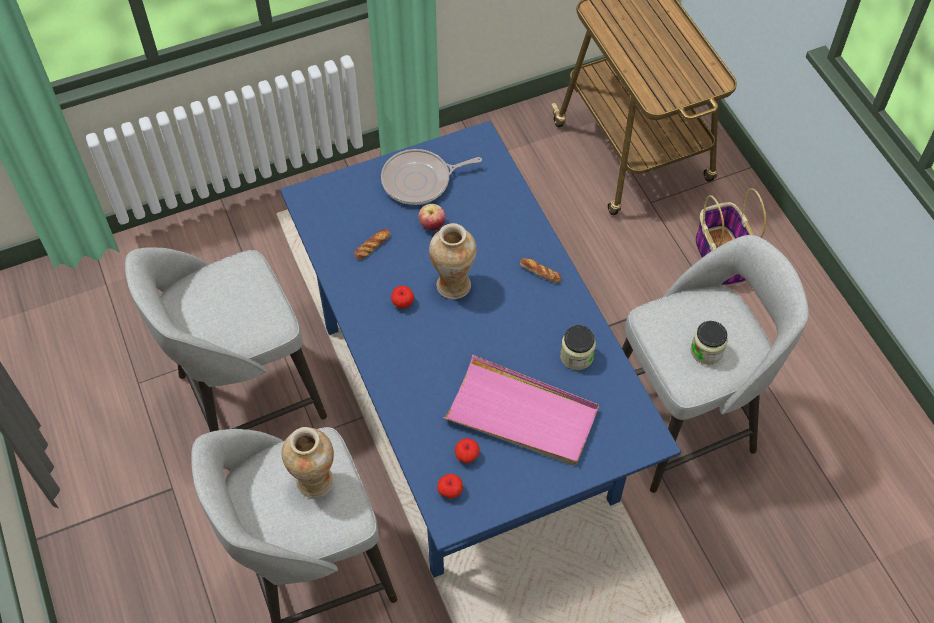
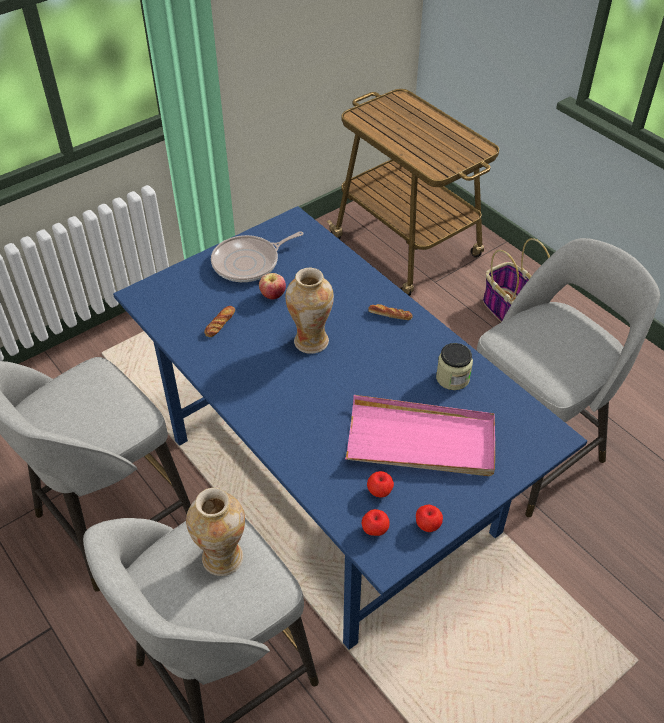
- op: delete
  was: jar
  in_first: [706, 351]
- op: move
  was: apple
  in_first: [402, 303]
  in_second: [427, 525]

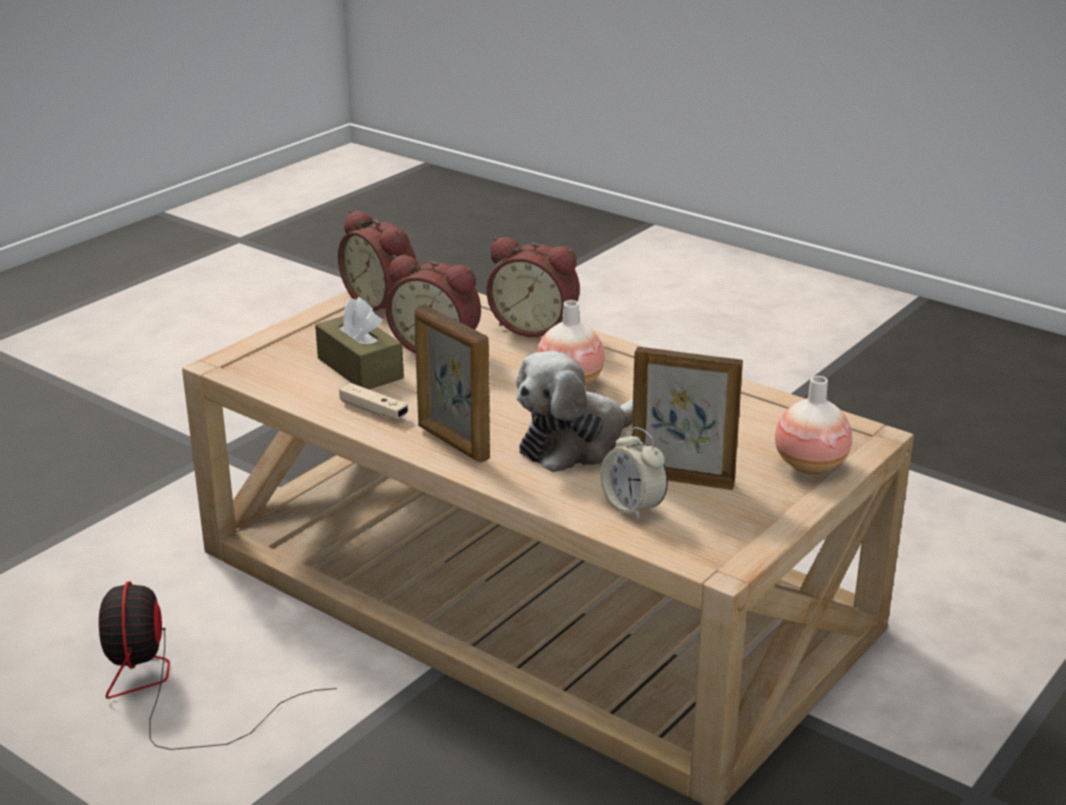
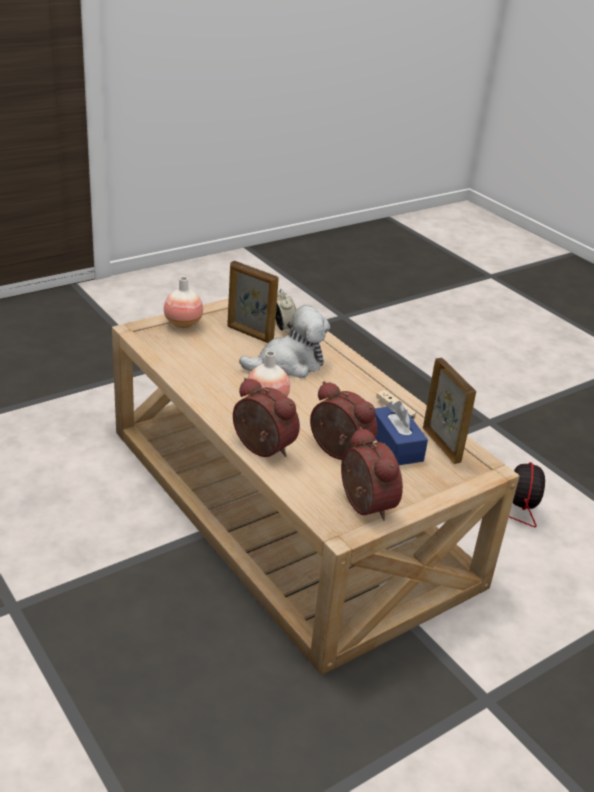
- op: move
  was: picture_frame
  in_first: [452, 443]
  in_second: [442, 445]
- op: recolor
  was: brown_tissue_box
  now: blue_tissue_box
  in_first: [360, 368]
  in_second: [396, 445]

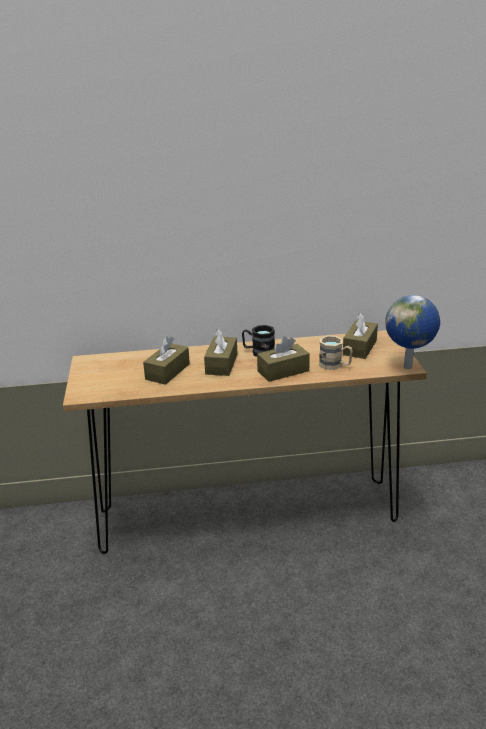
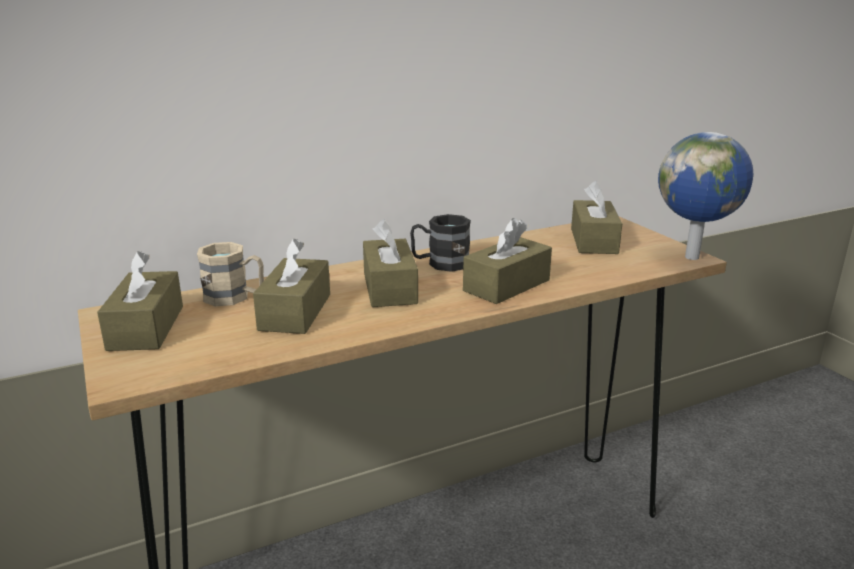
- op: insert
  now: brown_tissue_box
  in_second: [146, 327]
- op: move
  was: beige_mug
  in_first: [335, 365]
  in_second: [235, 297]

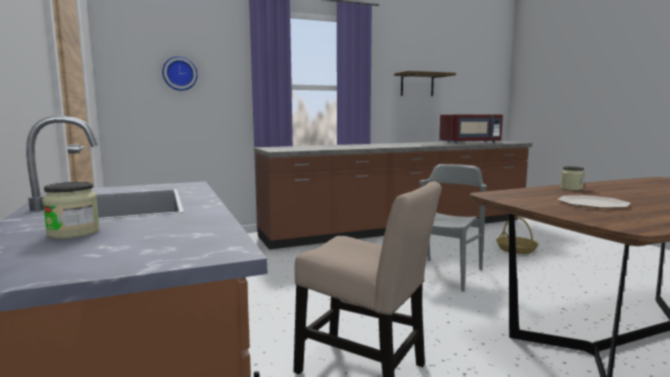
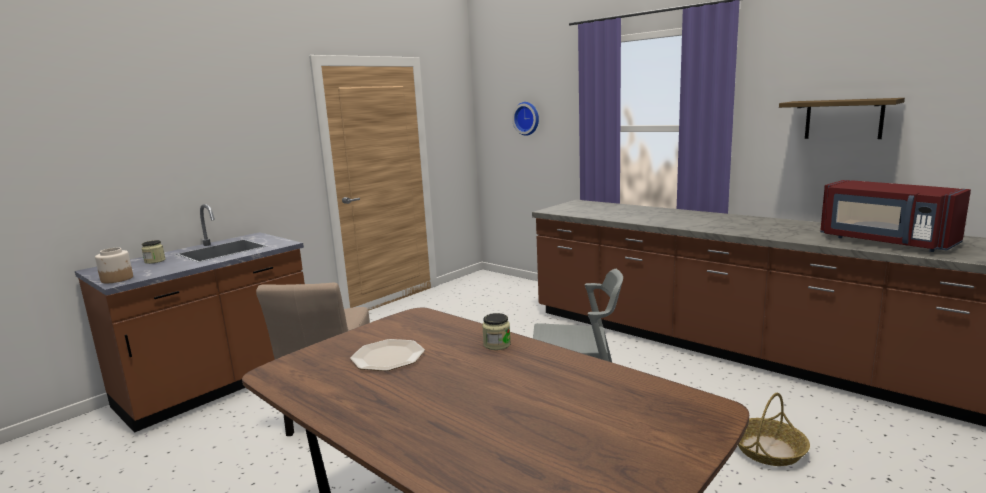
- op: insert
  now: jar
  in_second: [117, 279]

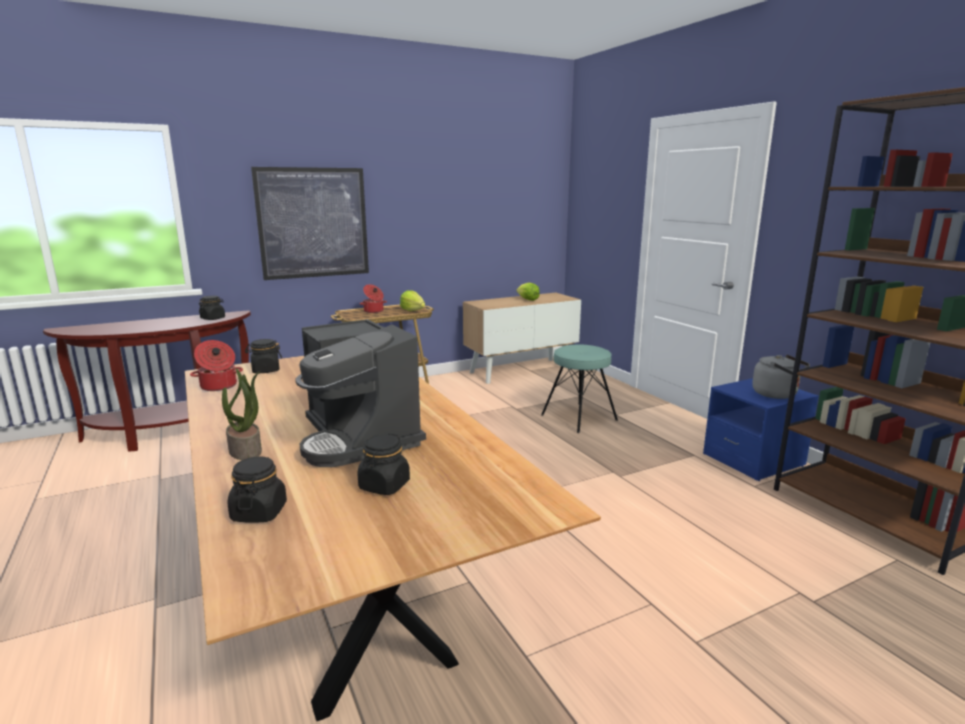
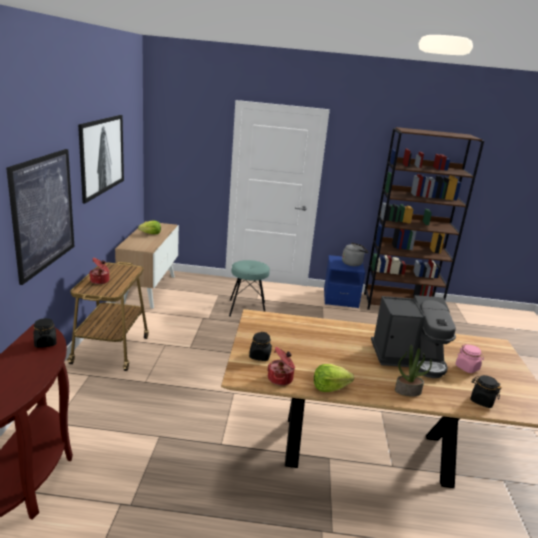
- op: insert
  now: picture
  in_second: [102, 155]
- op: move
  was: lettuce
  in_first: [413, 310]
  in_second: [329, 388]
- op: recolor
  was: black_jar
  now: pink_jar
  in_first: [384, 486]
  in_second: [467, 368]

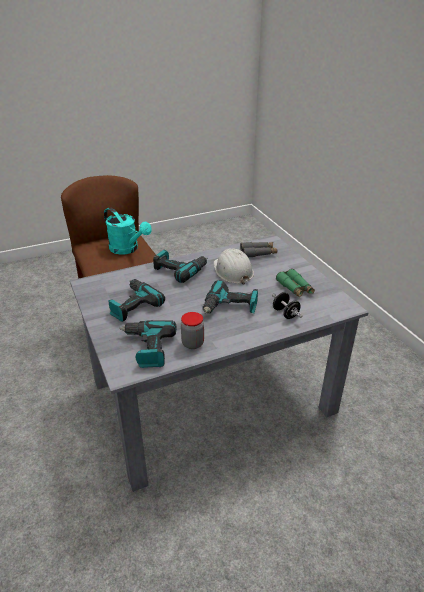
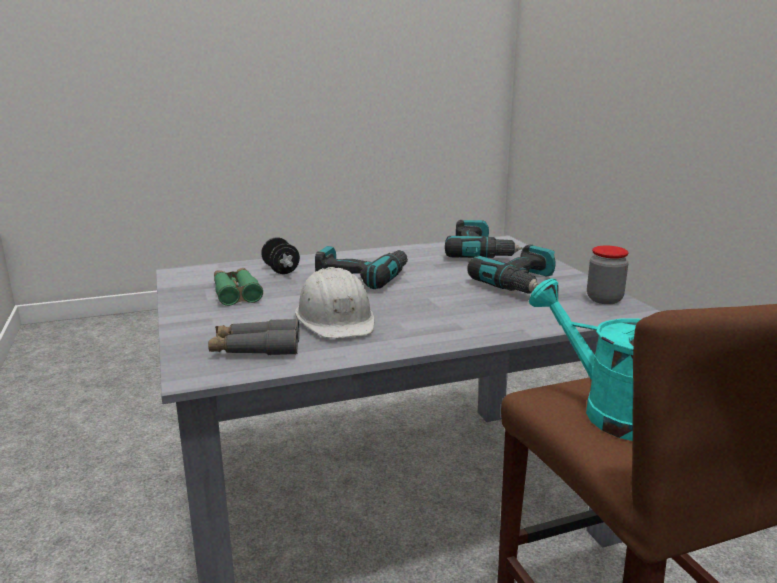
- op: delete
  was: power_drill
  in_first: [180, 270]
- op: move
  was: jar
  in_first: [192, 343]
  in_second: [604, 299]

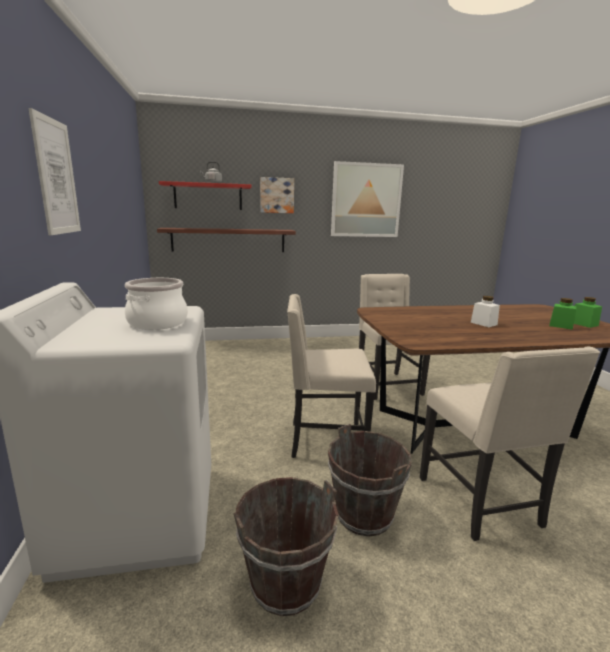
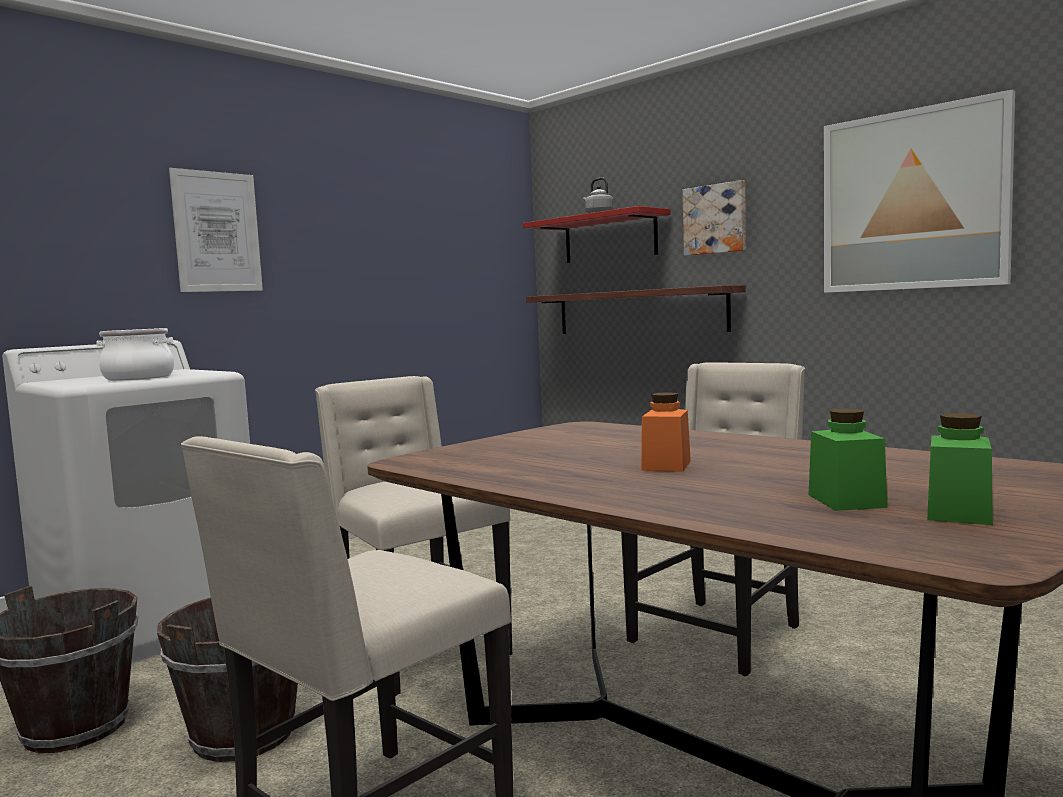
- op: recolor
  was: white_jar
  now: orange_jar
  in_first: [483, 323]
  in_second: [666, 465]

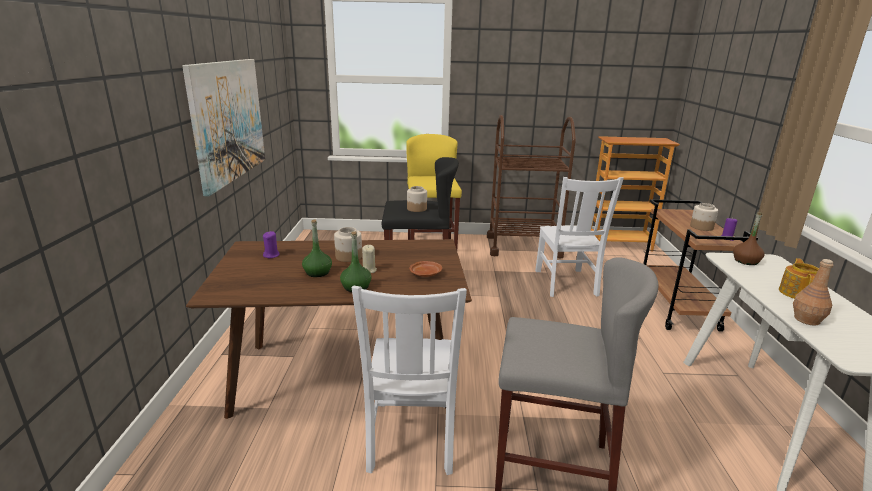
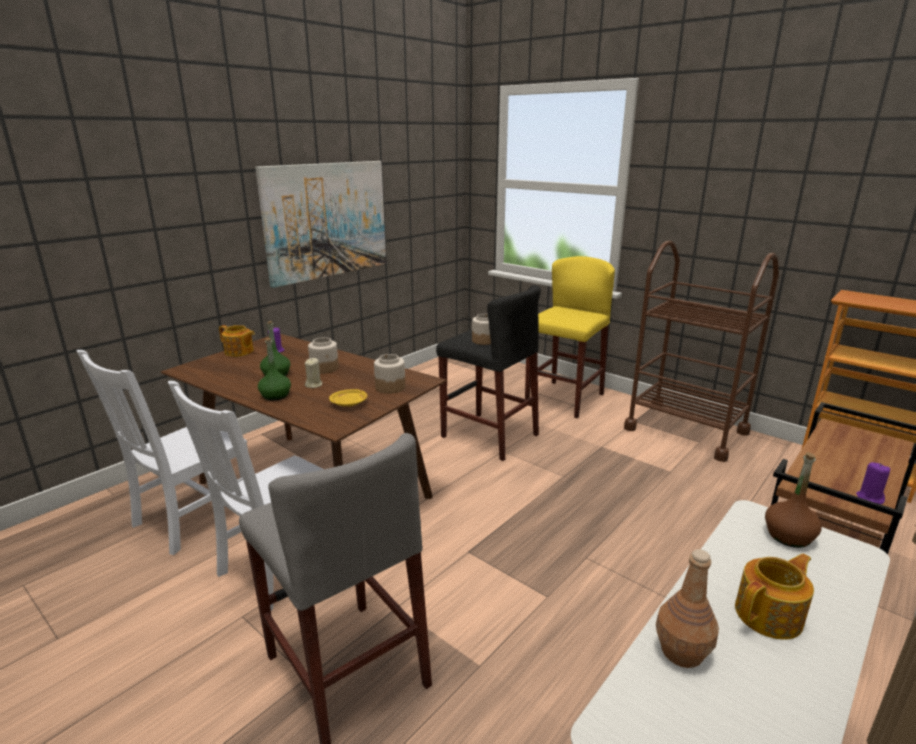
- op: insert
  now: teapot
  in_second: [239, 352]
- op: move
  was: white_chair
  in_first: [566, 284]
  in_second: [191, 518]
- op: move
  was: jar
  in_first: [701, 227]
  in_second: [390, 387]
- op: recolor
  was: brown_plate
  now: yellow_plate
  in_first: [426, 274]
  in_second: [349, 403]

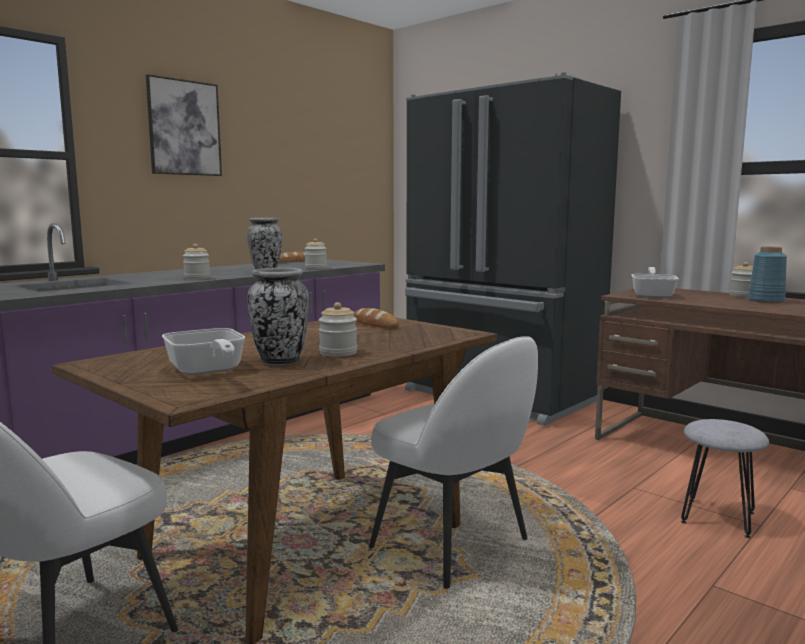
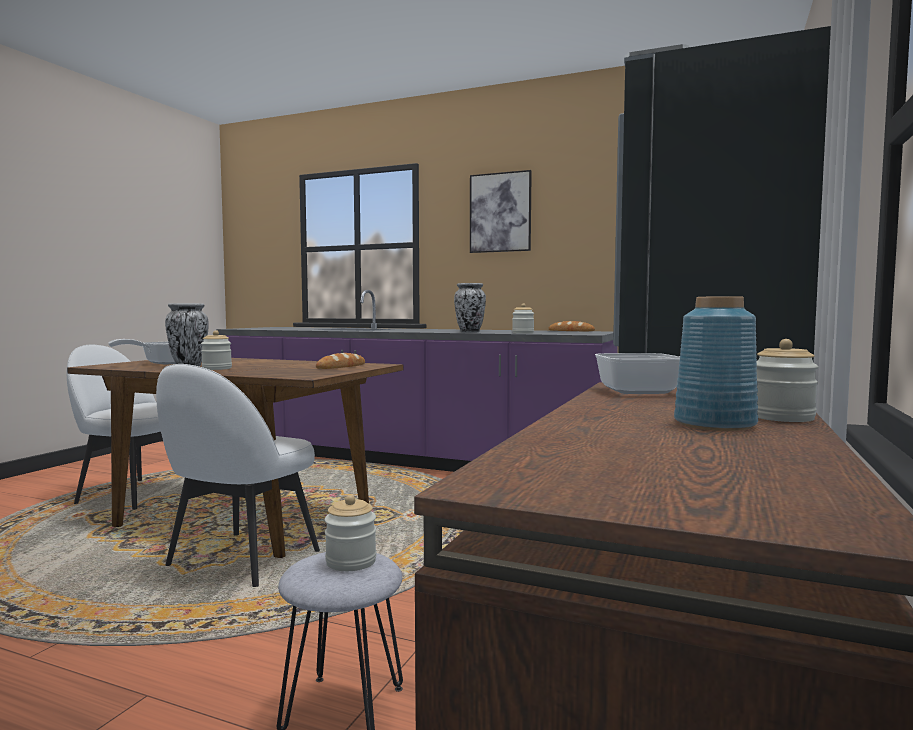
- op: move
  was: jar
  in_first: [197, 278]
  in_second: [351, 562]

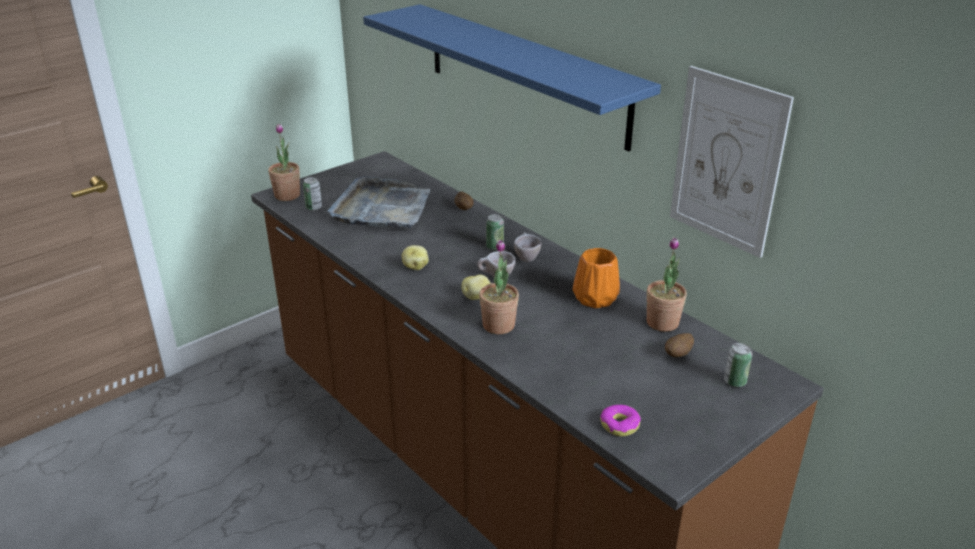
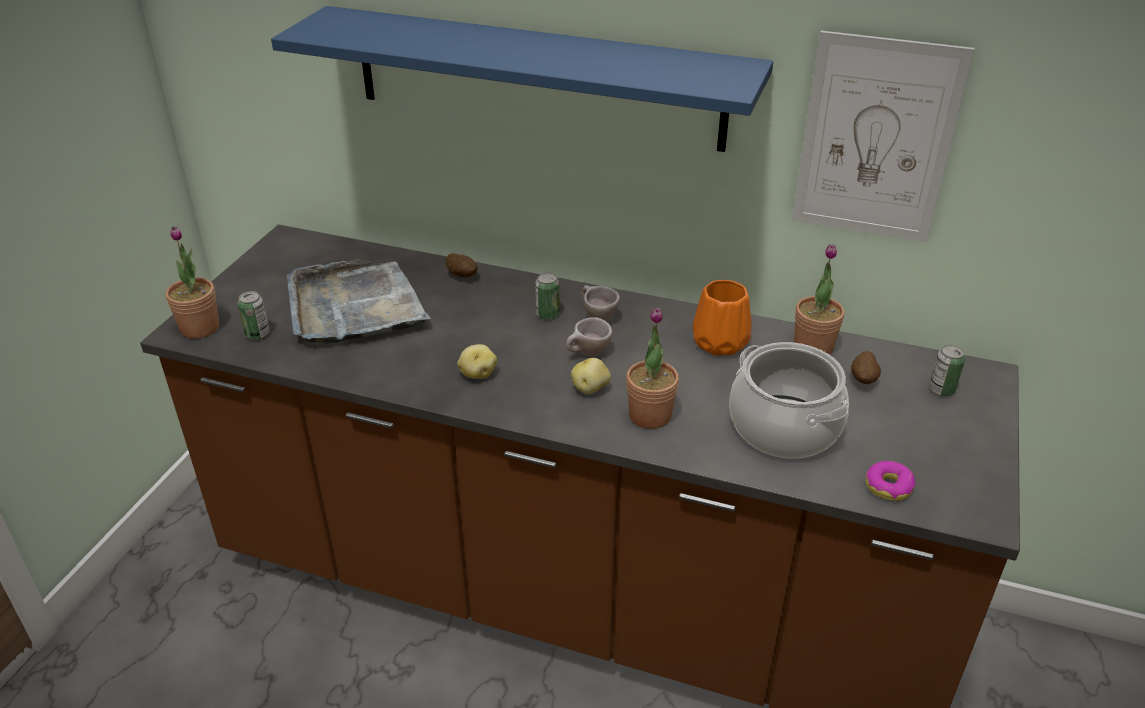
- op: insert
  now: cooking_pot
  in_second: [783, 427]

